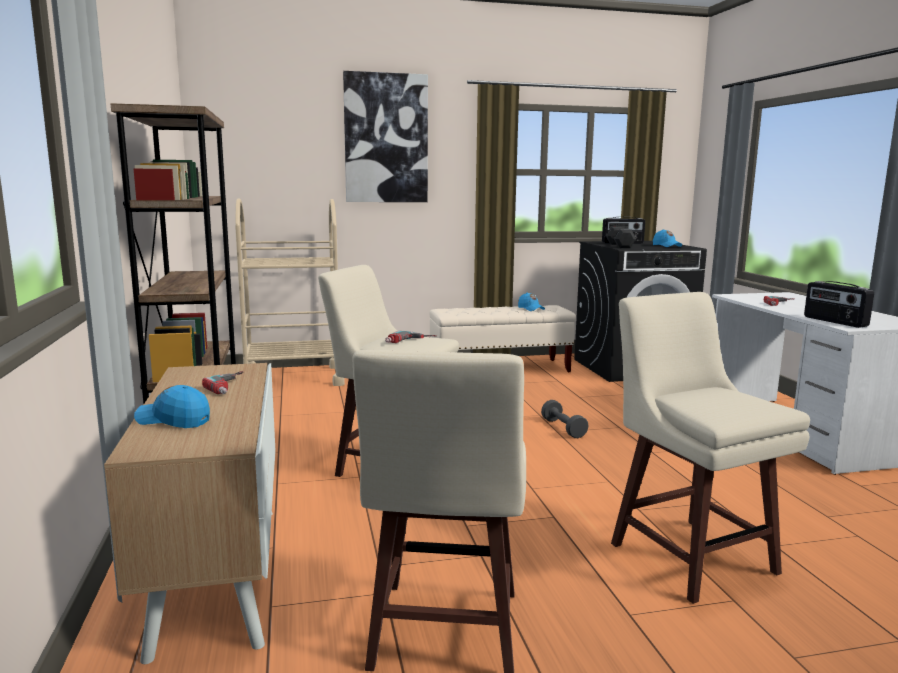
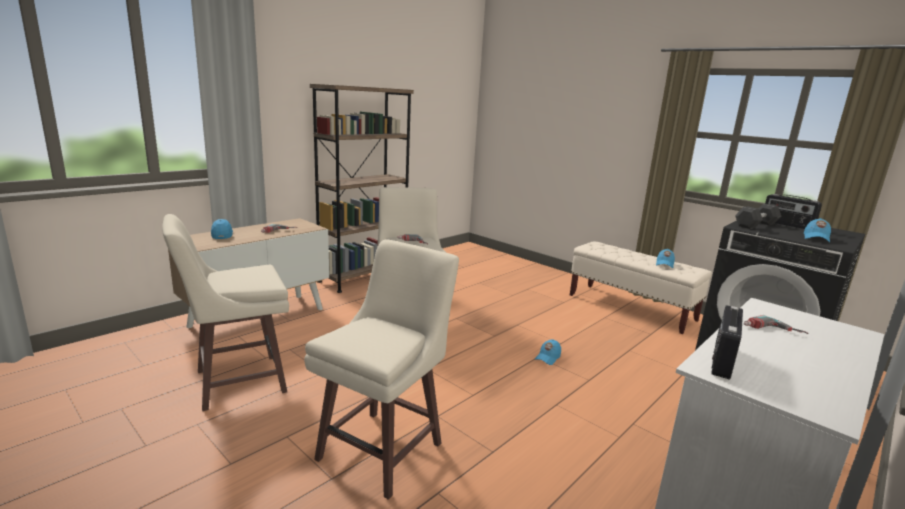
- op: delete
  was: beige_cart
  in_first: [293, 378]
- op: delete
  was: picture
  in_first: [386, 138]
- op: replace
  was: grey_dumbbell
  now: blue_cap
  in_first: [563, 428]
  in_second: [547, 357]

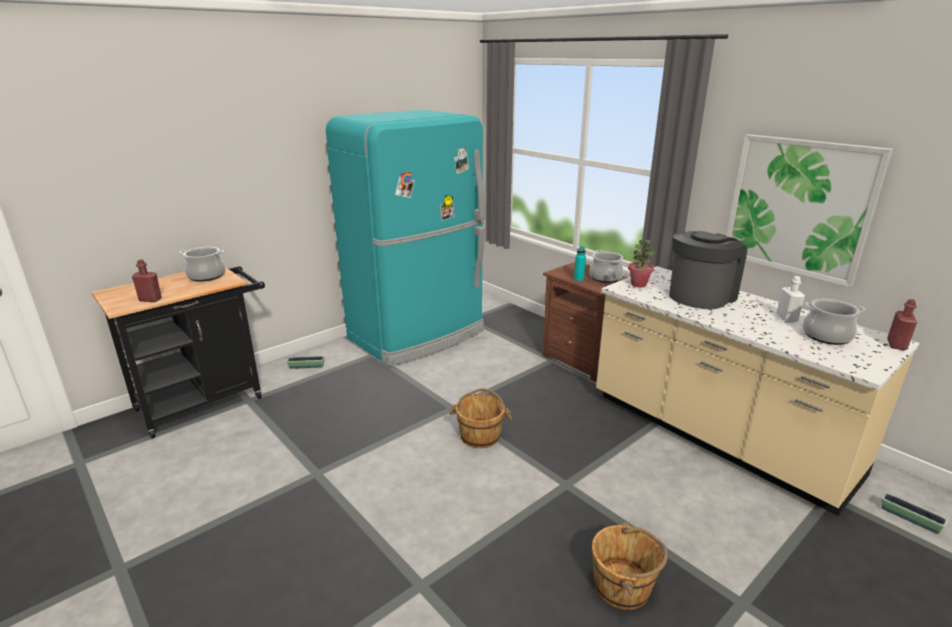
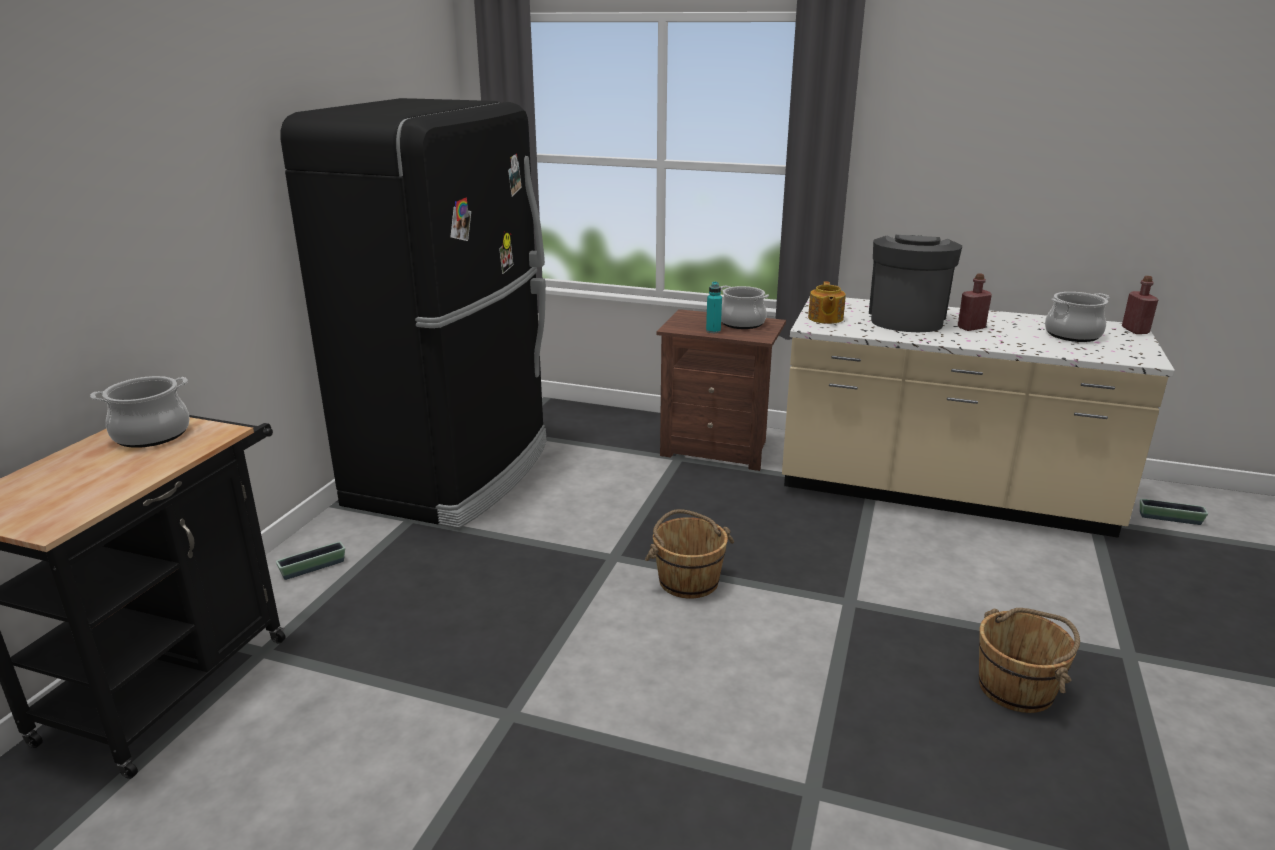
- op: delete
  was: picture
  in_first: [798, 207]
- op: delete
  was: white_bottle
  in_first: [786, 318]
- op: move
  was: red_bottle
  in_first: [150, 299]
  in_second: [971, 327]
- op: replace
  was: potted_plant
  now: teapot
  in_first: [638, 284]
  in_second: [825, 318]
- op: recolor
  was: turquoise_fridge
  now: black_fridge
  in_first: [418, 335]
  in_second: [454, 473]

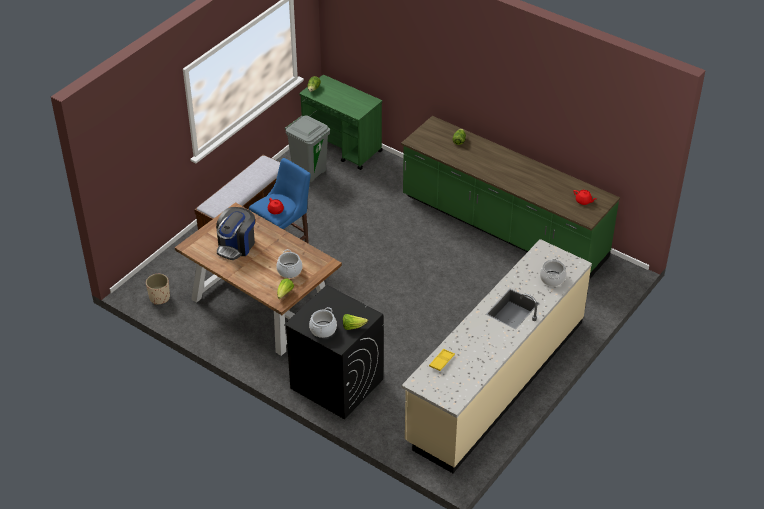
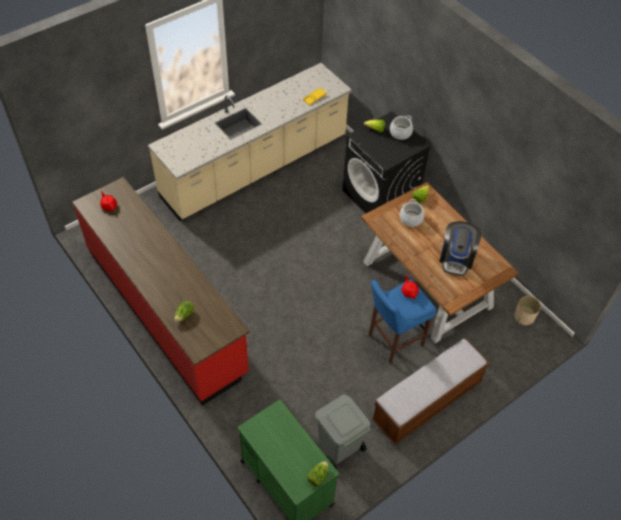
- op: delete
  was: cooking_pot
  in_first: [552, 278]
- op: recolor
  was: green_counter
  now: red_counter
  in_first: [503, 228]
  in_second: [166, 309]
- op: rotate
  was: coffee_machine
  in_first: [236, 246]
  in_second: [456, 258]
  clockwise: 150

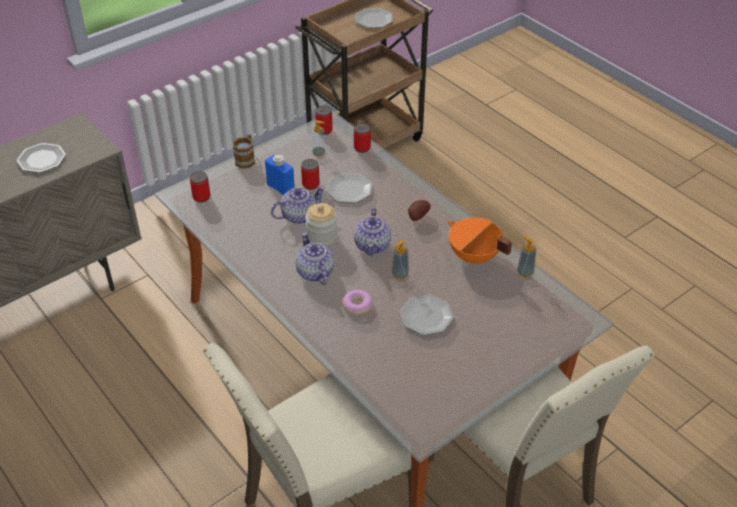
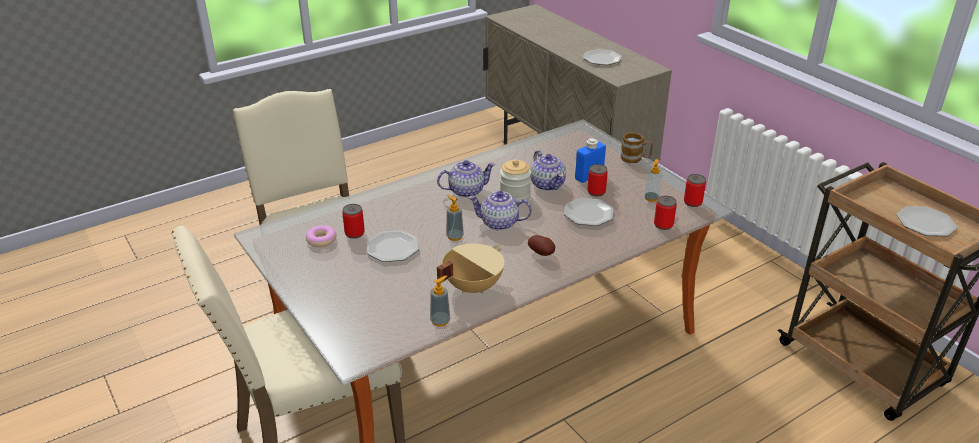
- op: move
  was: can
  in_first: [201, 197]
  in_second: [354, 233]
- op: move
  was: donut
  in_first: [357, 305]
  in_second: [321, 240]
- op: recolor
  was: orange_cooking_pot
  now: beige_cooking_pot
  in_first: [473, 257]
  in_second: [472, 286]

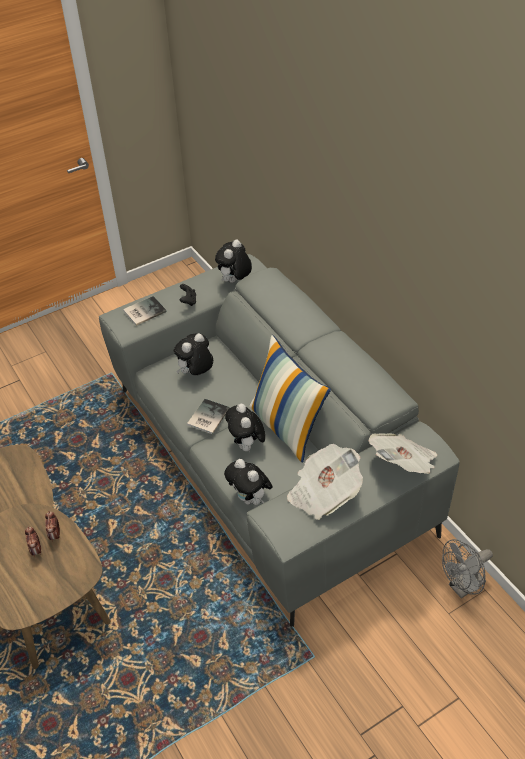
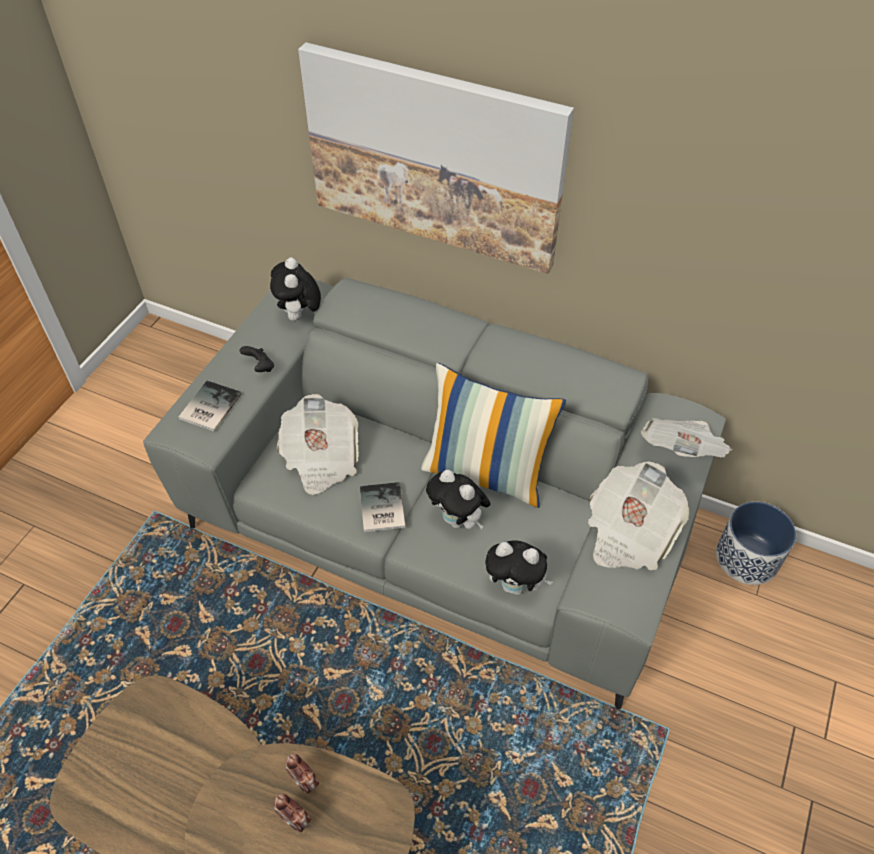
- op: insert
  now: picture
  in_second: [434, 158]
- op: replace
  was: plush_toy
  now: newspaper
  in_first: [196, 373]
  in_second: [321, 459]
- op: replace
  was: grey_fan
  now: planter
  in_first: [462, 587]
  in_second: [747, 558]

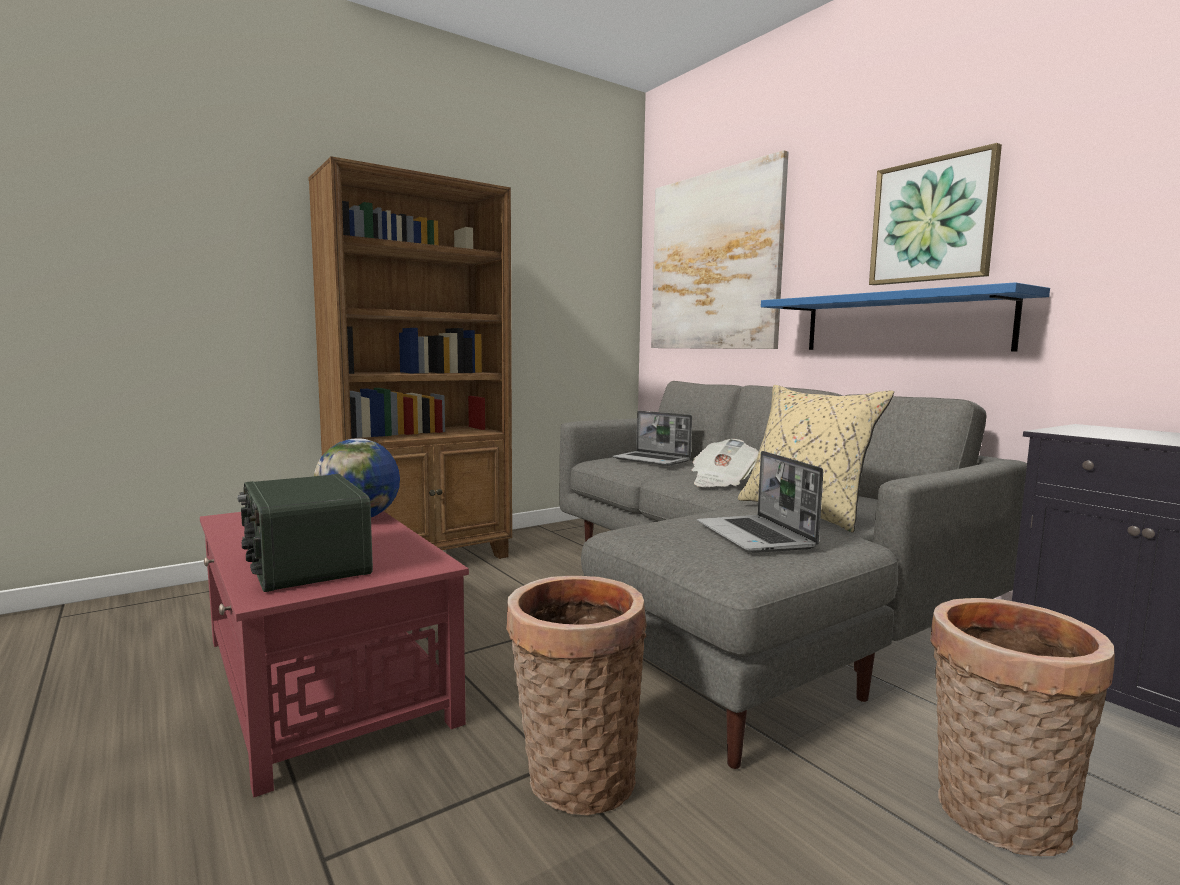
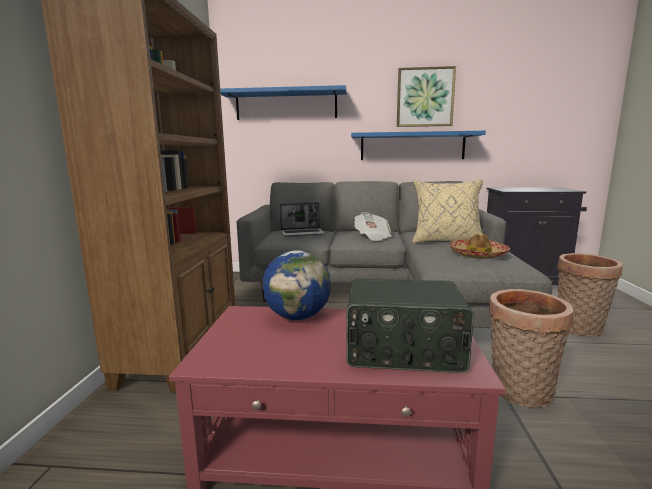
- op: replace
  was: picture
  now: blue_shelf
  in_first: [713, 262]
  in_second: [286, 105]
- op: replace
  was: laptop
  now: hat
  in_first: [756, 536]
  in_second: [478, 255]

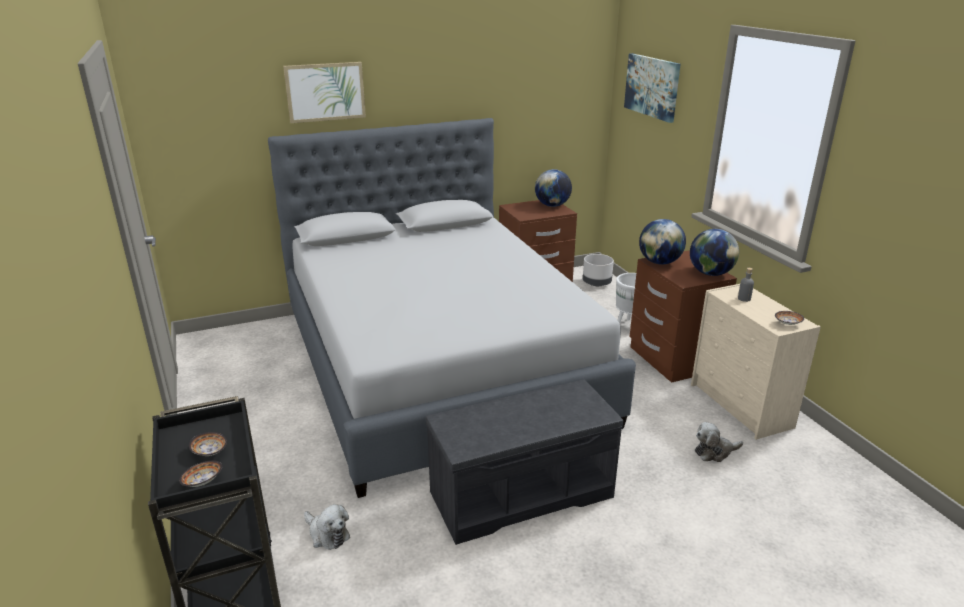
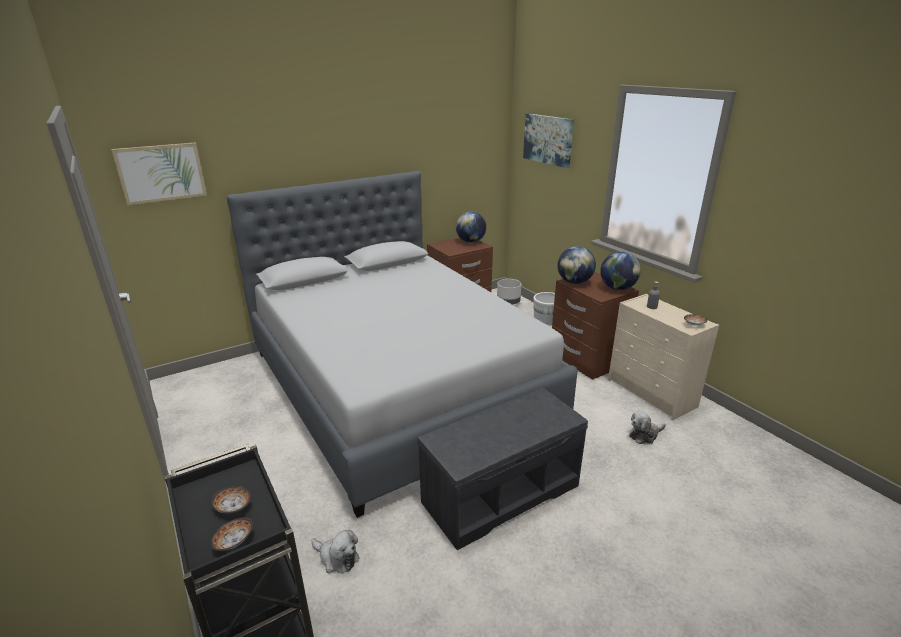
- op: move
  was: picture
  in_first: [325, 92]
  in_second: [161, 173]

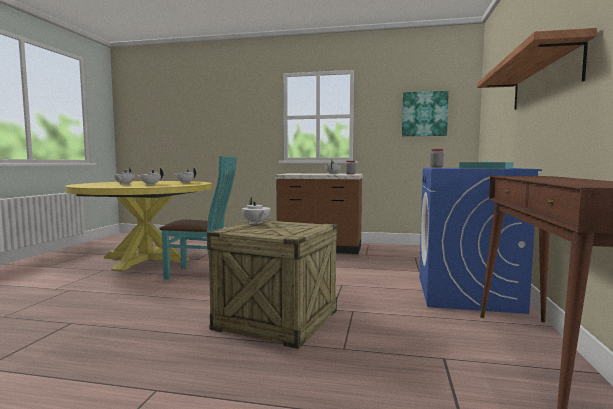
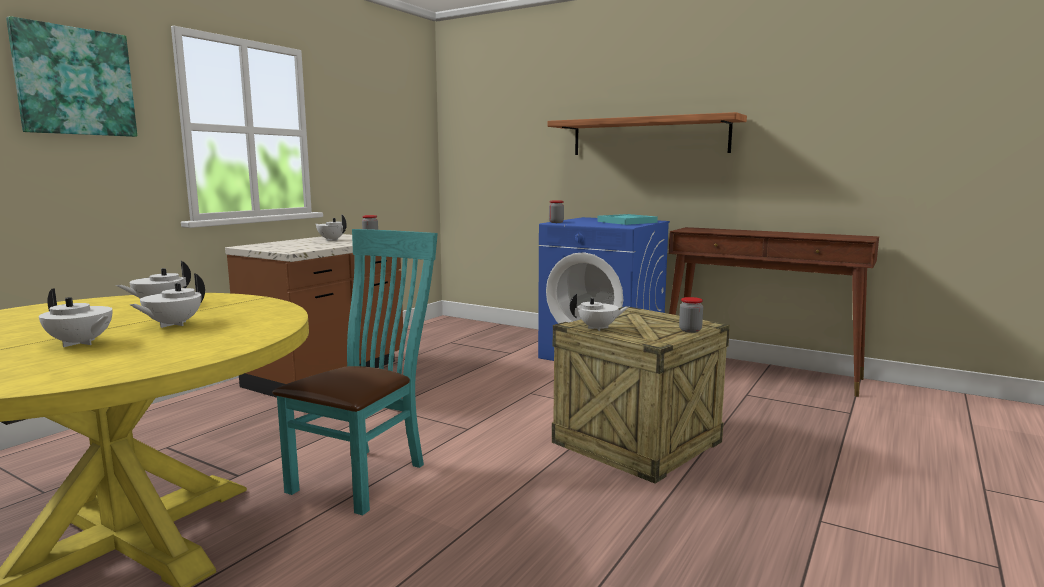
- op: insert
  now: jar
  in_second: [690, 330]
- op: move
  was: picture
  in_first: [424, 114]
  in_second: [74, 81]

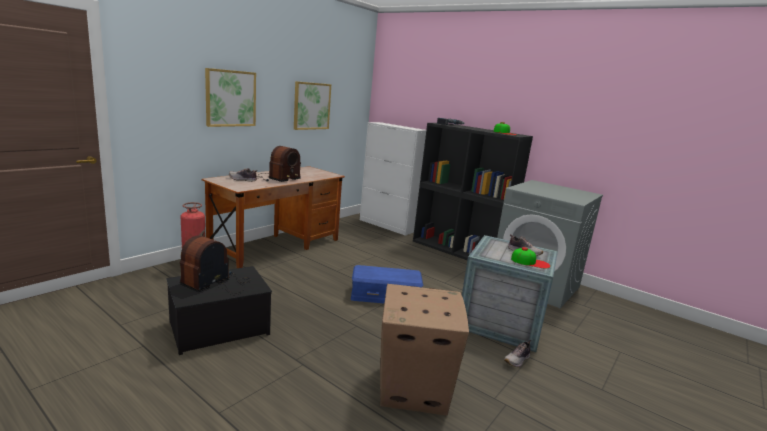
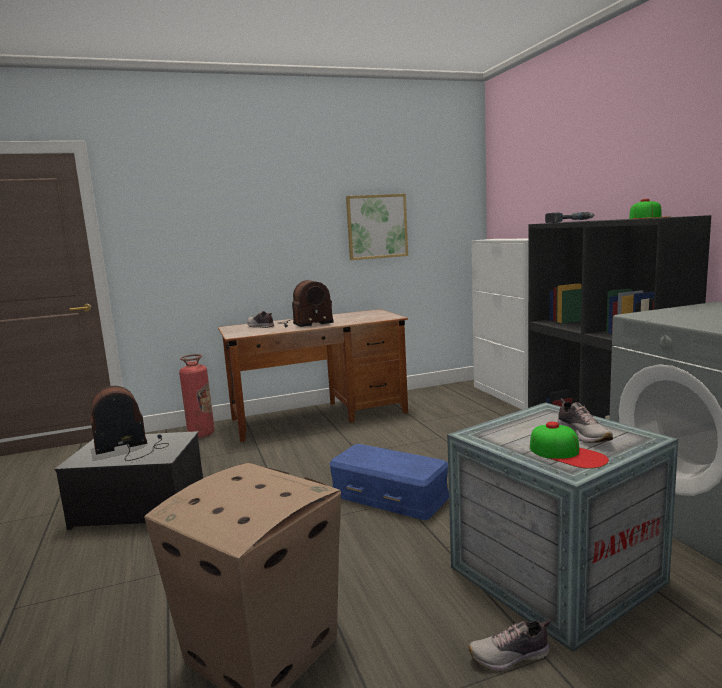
- op: delete
  was: picture
  in_first: [230, 98]

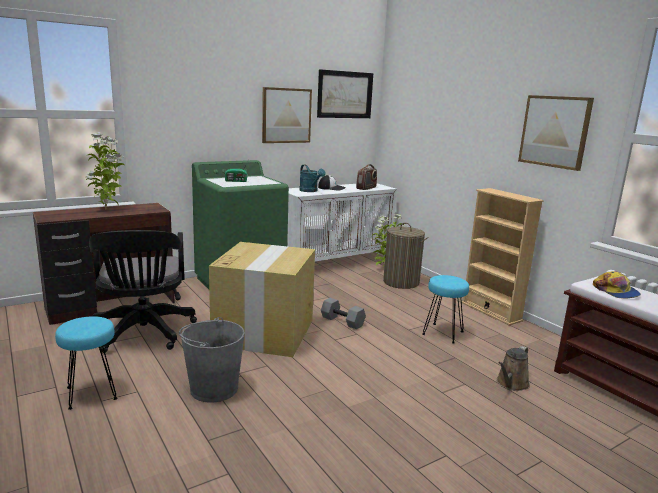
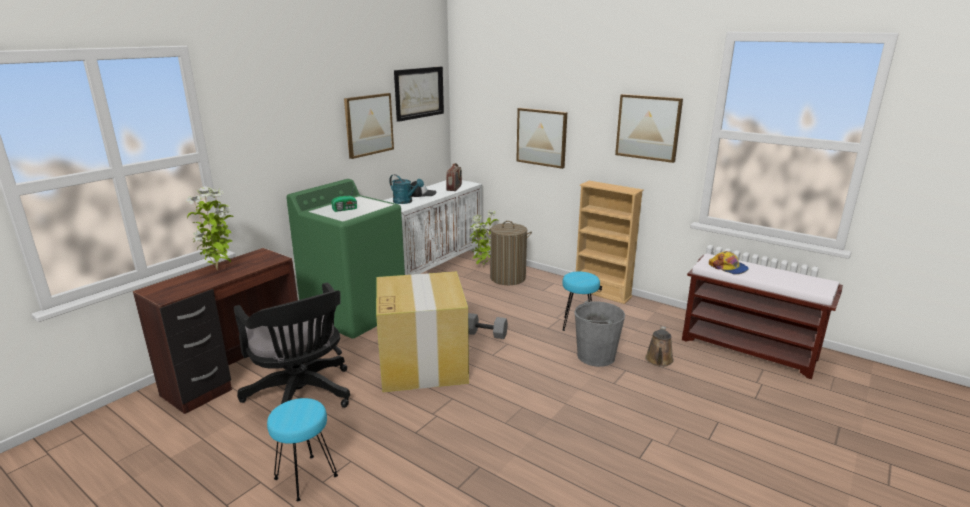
- op: insert
  now: picture
  in_second: [541, 137]
- op: move
  was: grey_bucket
  in_first: [213, 388]
  in_second: [595, 356]

